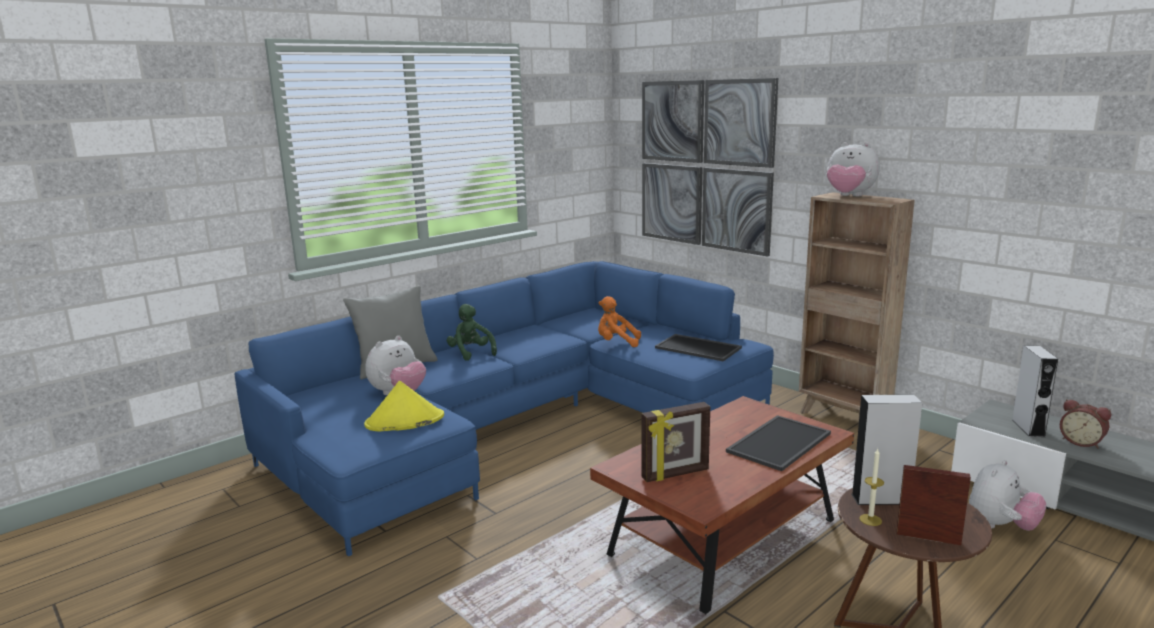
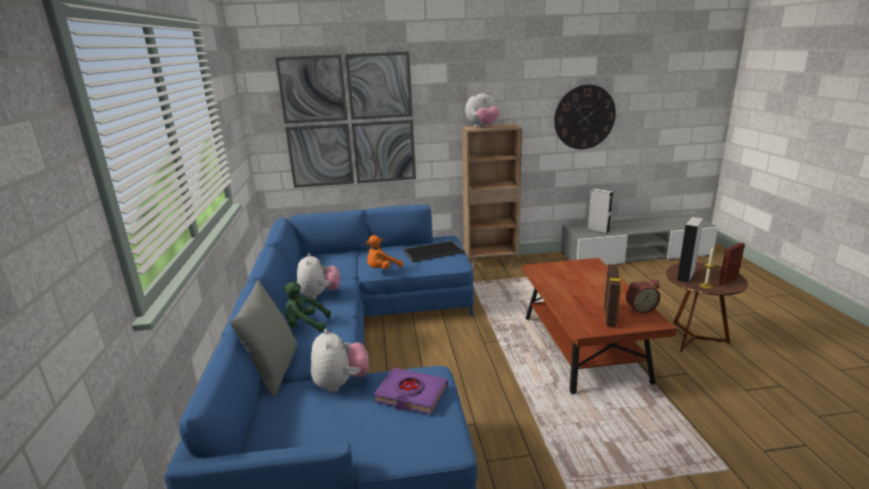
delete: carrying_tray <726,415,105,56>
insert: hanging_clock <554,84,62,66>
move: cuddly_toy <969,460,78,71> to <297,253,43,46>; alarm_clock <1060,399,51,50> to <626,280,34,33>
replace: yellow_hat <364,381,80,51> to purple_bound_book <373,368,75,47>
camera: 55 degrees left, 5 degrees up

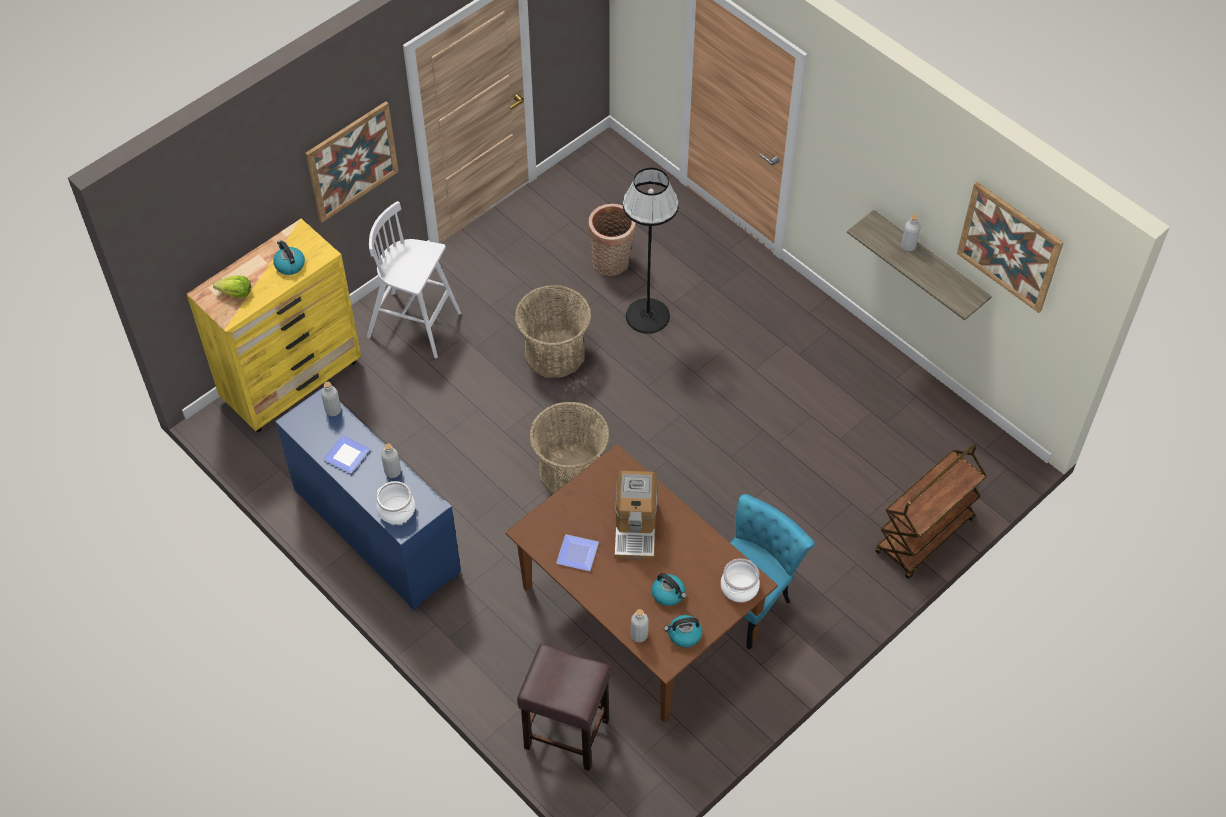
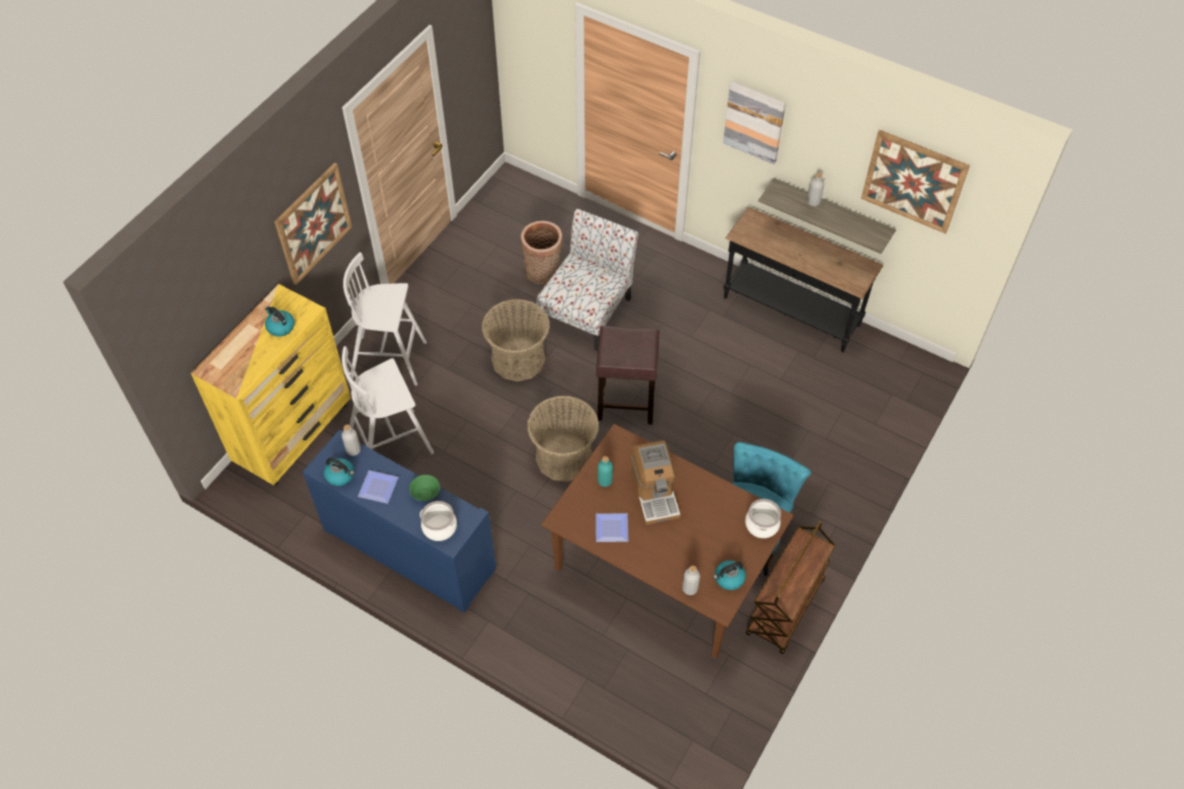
delete: head_of_lettuce <213,275,38,23>
insert: white-coloured_stool_seat <342,346,92,108>; turquoise_beverage_bottle <598,456,15,31>; wall_art <723,82,63,82>; black-coloured_hall_table <723,207,160,145>
move: tea_kettle <652,573,34,33> to <324,458,30,28>; brownish_stool_seat <517,644,93,127> to <596,326,63,98>; brownish_cart <875,444,112,135> to <746,520,90,134>
replace: grey_beverage_bottle <381,444,20,34> to green_bowl <409,475,31,26>; black-coloured_standing_lamp <623,168,56,166> to upright_chair <536,209,102,142>
camera: 15 degrees left, 0 degrees up

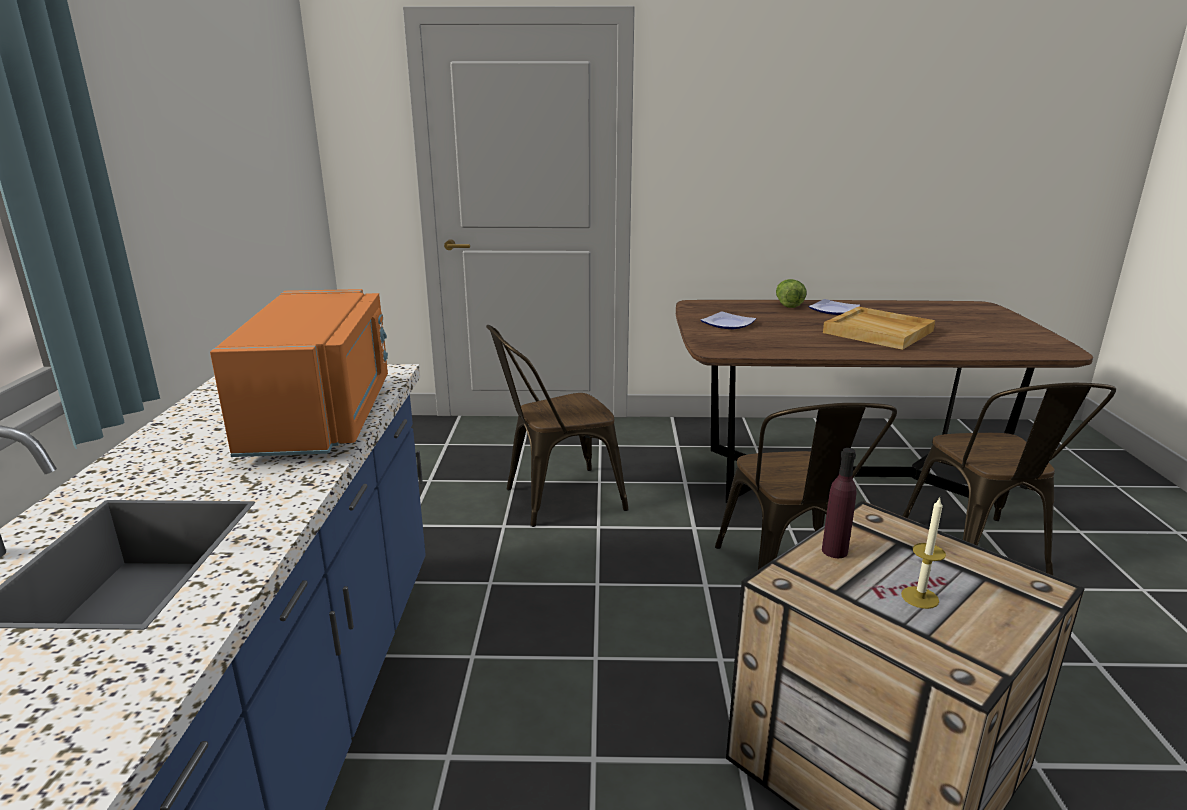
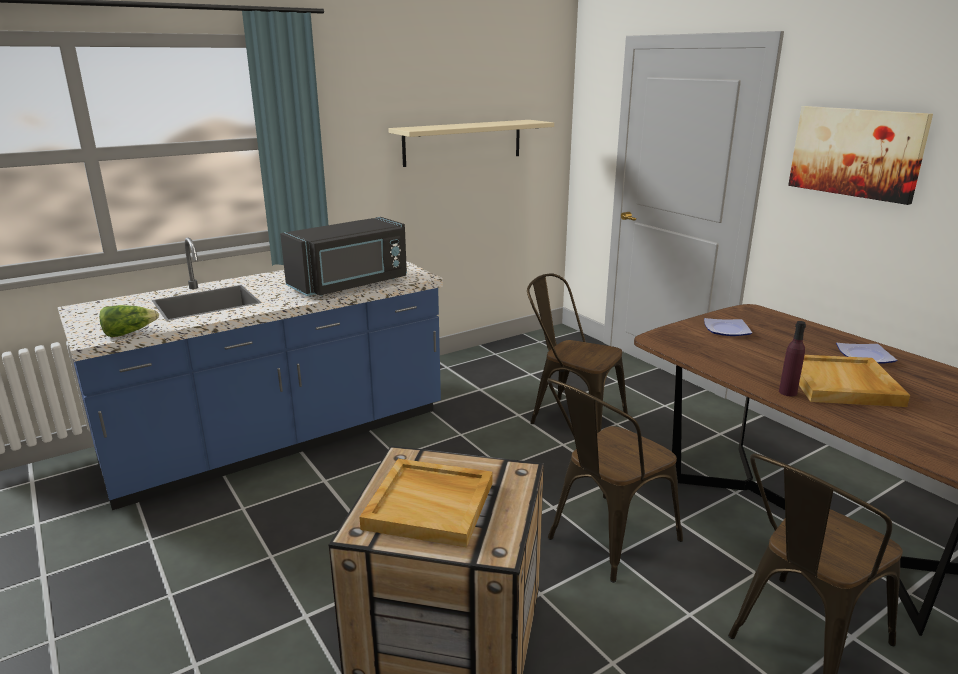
insert: beige_bracket_shelf <388,120,166,47>; wall_art <788,106,145,99>
move: head_of_lettuce <776,279,30,29> to <99,305,60,32>; purple_beverage_bottle <822,448,34,110> to <779,321,27,76>
replace: wax_candle <901,498,45,111> to beige_carrying_tray <360,459,132,88>
recolor: orange_microwave_oven <210,289,178,168> to black-coloured_microwave_oven <280,217,127,79>
camera: 55 degrees right, 0 degrees up

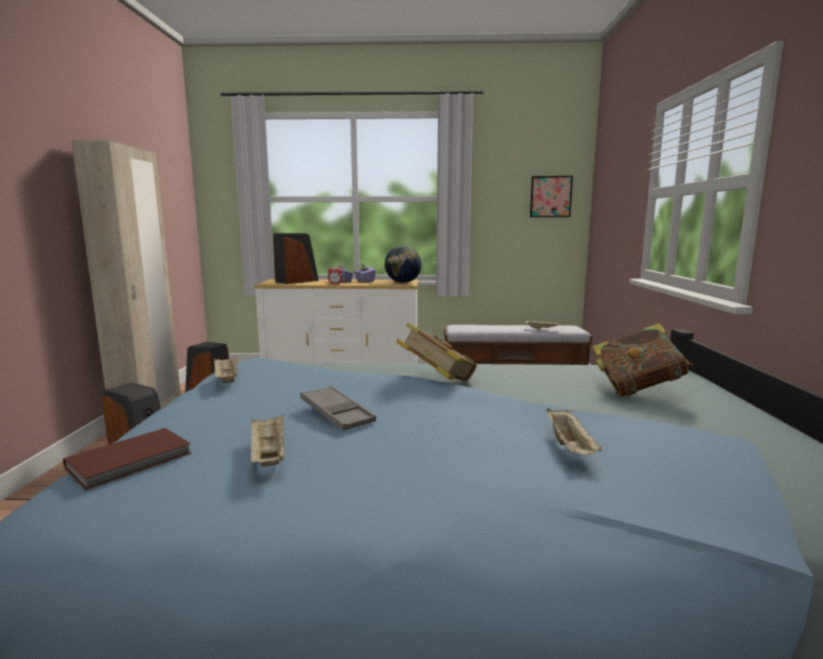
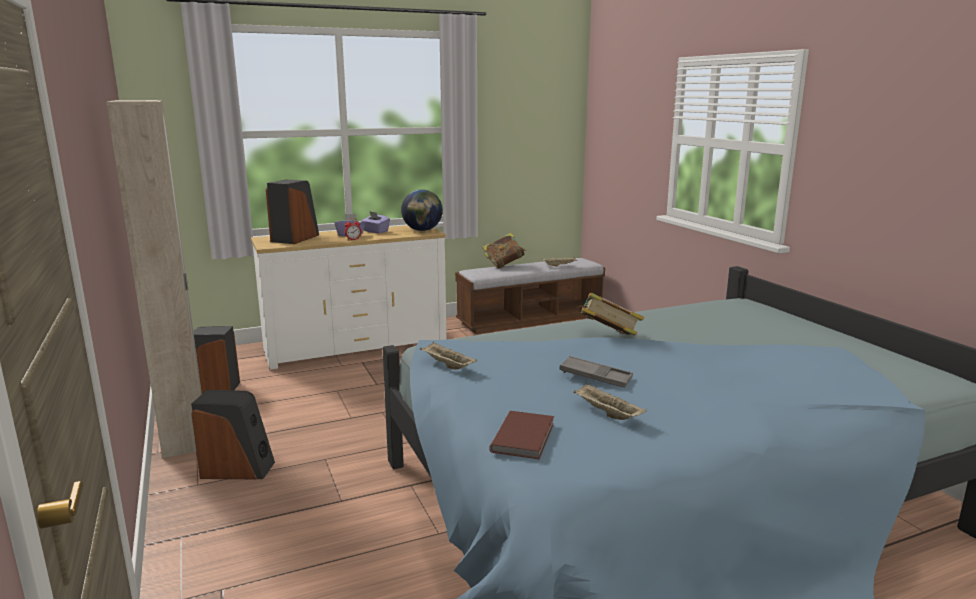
delete: wall_art <530,176,43,41>; beige_carrying_tray <546,408,56,47>
move: bound_book <592,323,100,74> to <482,233,44,36>
camera: 25 degrees left, 5 degrees up

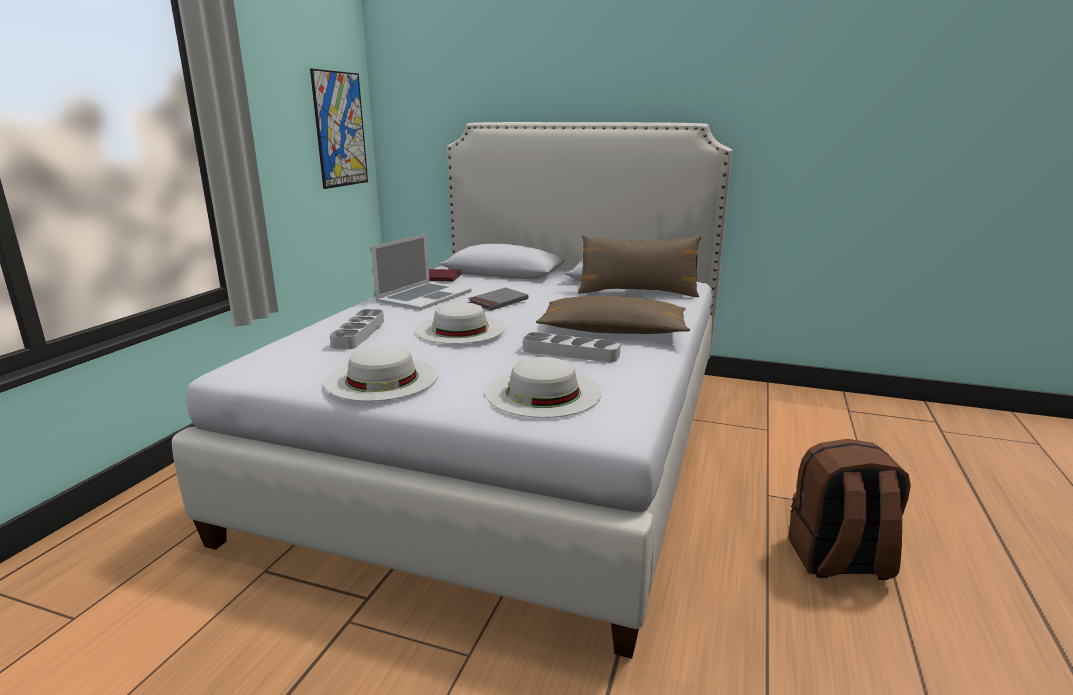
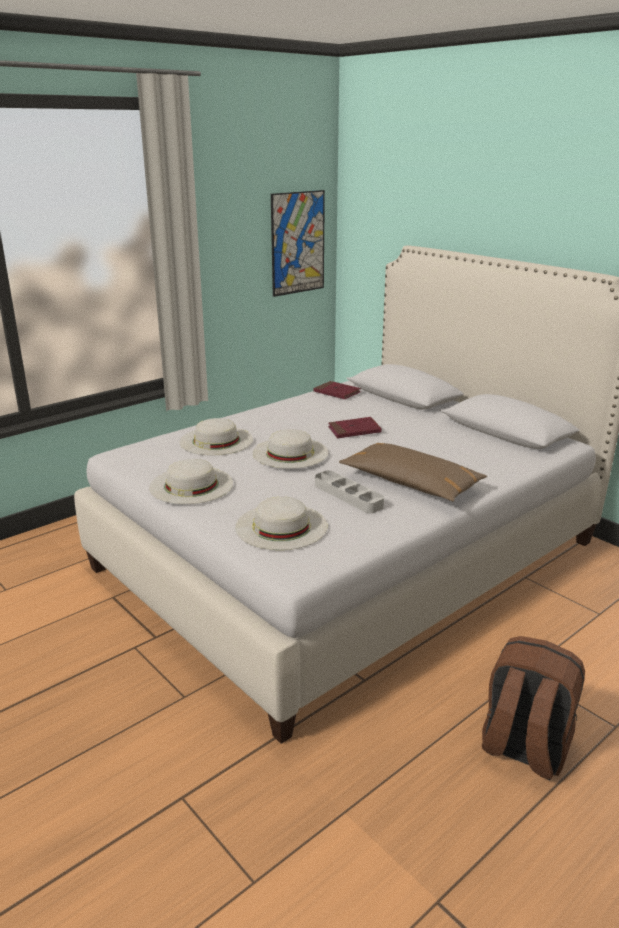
delete: notebook_computer <371,234,101,76>; brownish_cushion <578,235,123,62>
replace: grey_carrying_tray <330,309,54,40> to white-coloured_hat <179,418,74,37>
recolor: grey_bound_book <468,287,60,24> to reddish_bound_book <328,417,54,21>
camera: 30 degrees right, 5 degrees up

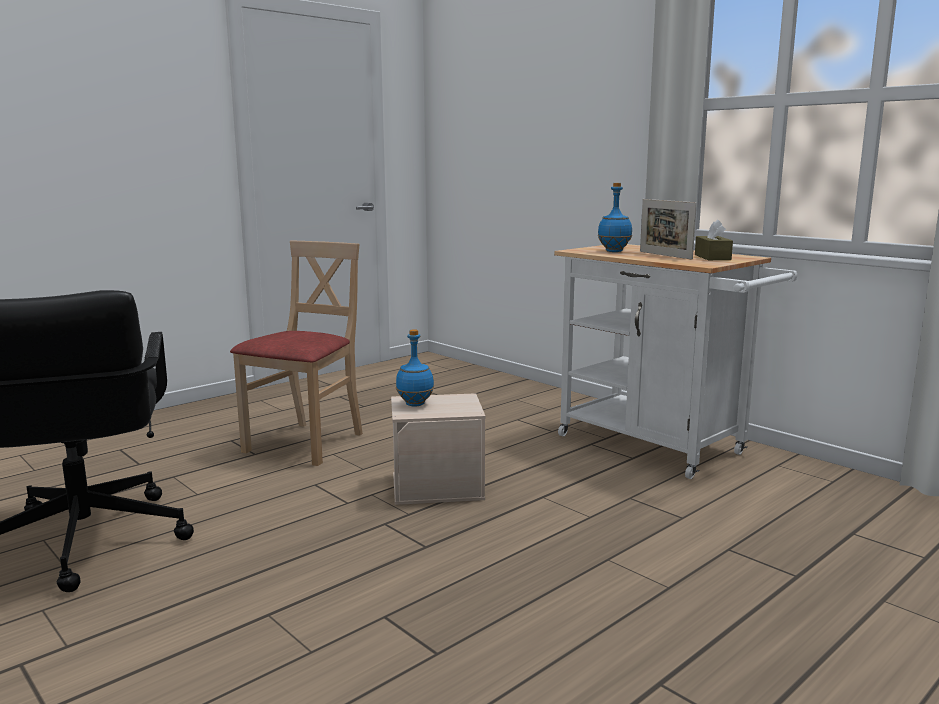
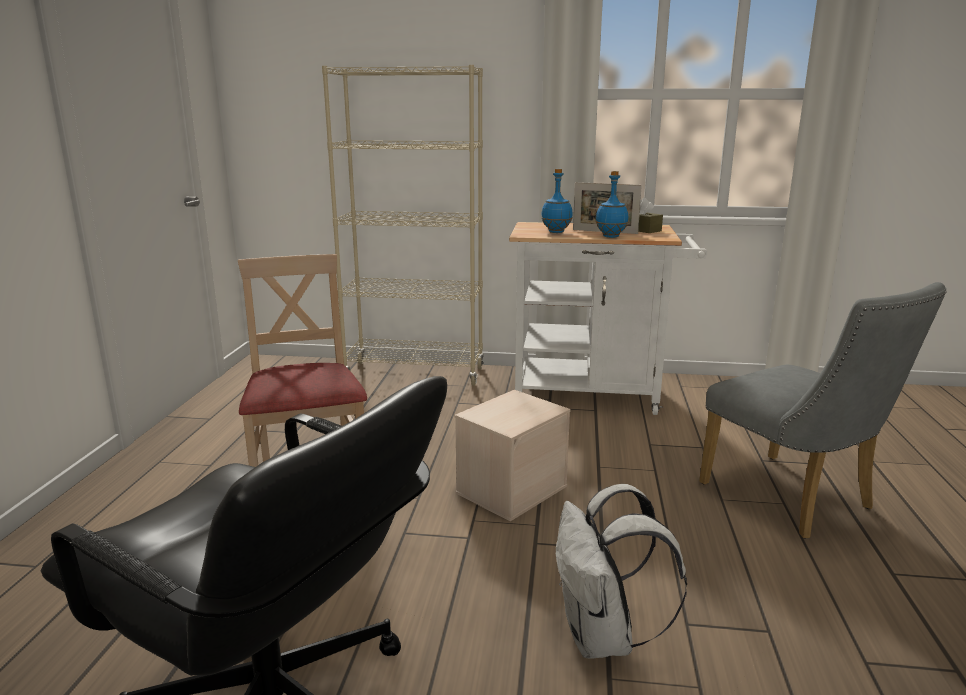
insert: beige_shelving_unit <322,65,162,321>; white-coloured_knapsack <556,484,131,175>; grey_upright_chair <699,282,248,257>
move: blue-coloured_beverage_bottle <396,329,38,77> to <596,171,32,67>
camera: 40 degrees left, 5 degrees up

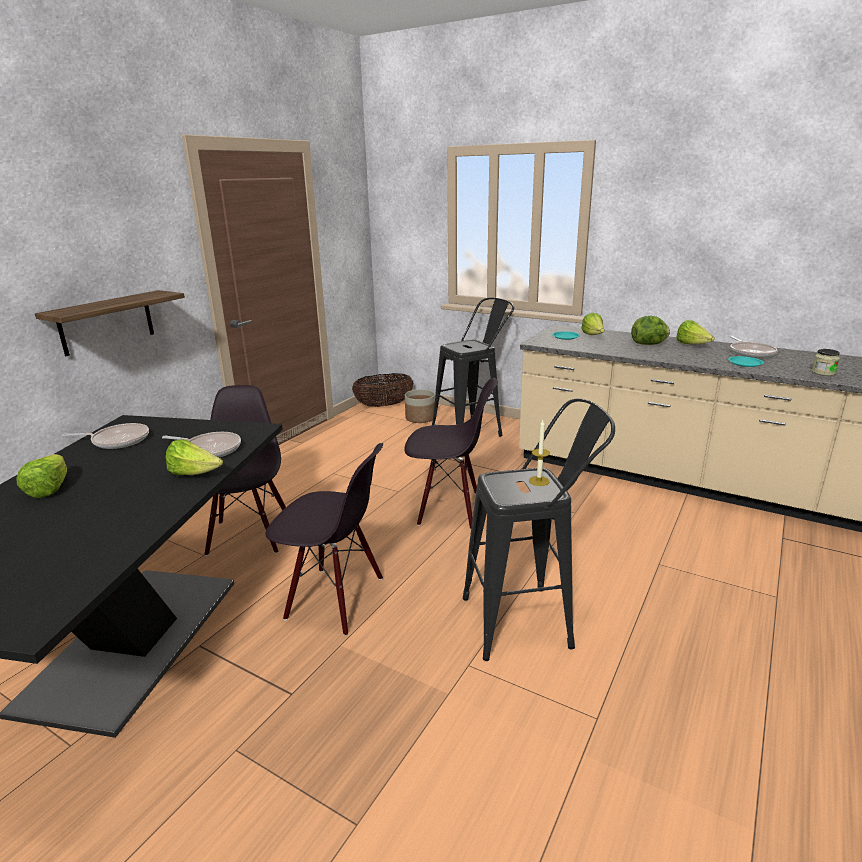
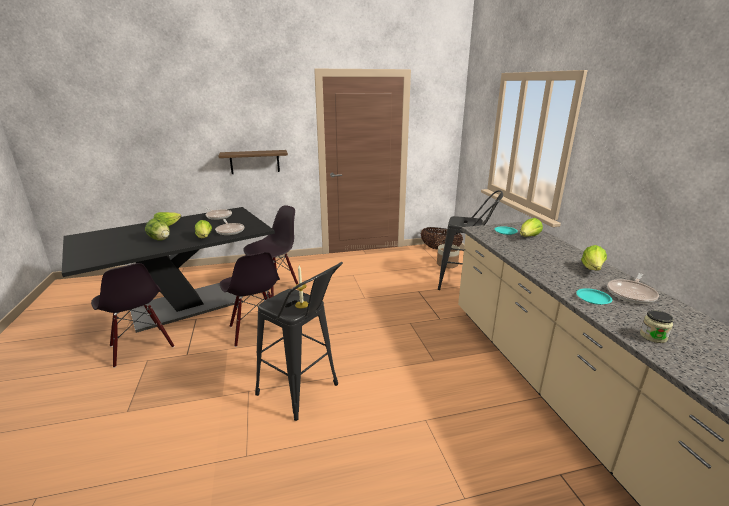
move: black-coloured_upright_chair <404,378,94,152> to <91,263,84,105>; head_of_lettuce <631,316,39,29> to <145,218,25,23>
camera: 45 degrees right, 0 degrees up

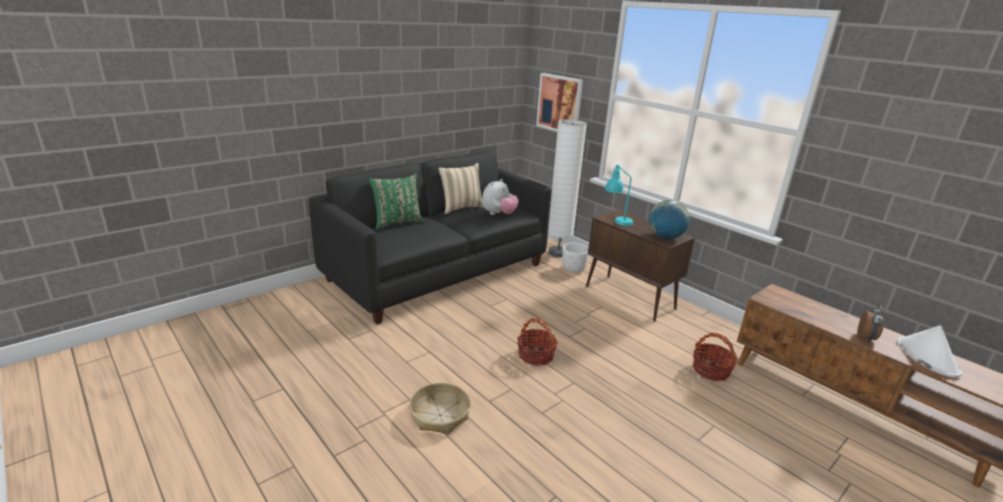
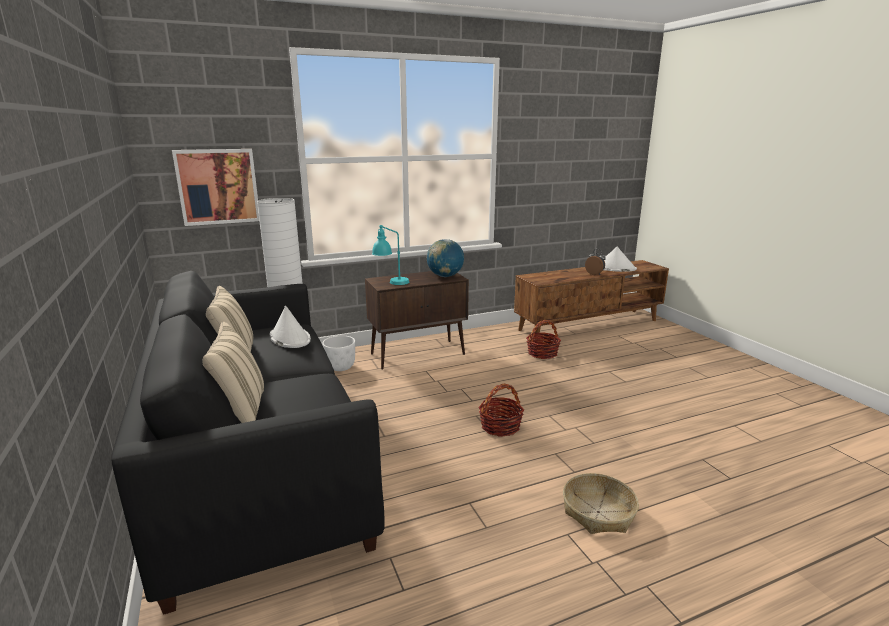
replace: cuddly_toy <482,179,36,36> to white-coloured_hat <270,306,41,42>
recolor: green_cushion <369,173,55,56> to beige_cushion <202,322,62,101>
camera: 70 degrees left, 5 degrees down

